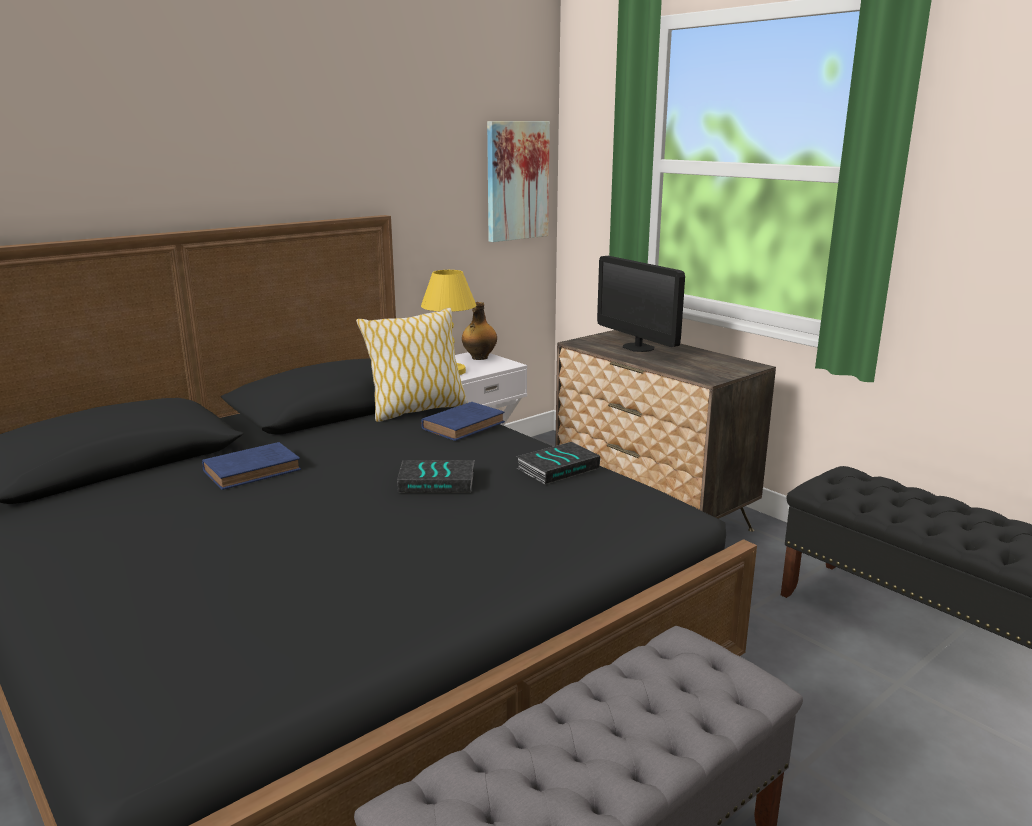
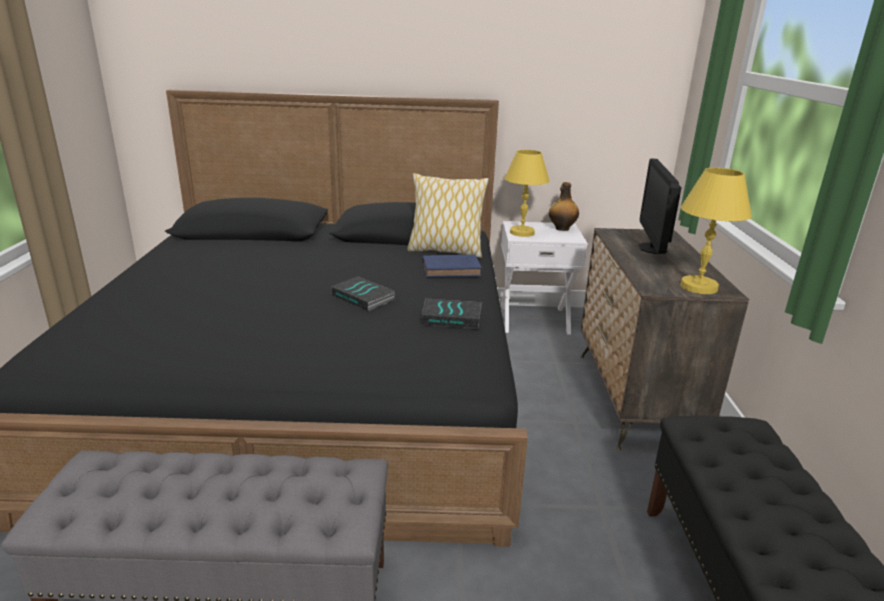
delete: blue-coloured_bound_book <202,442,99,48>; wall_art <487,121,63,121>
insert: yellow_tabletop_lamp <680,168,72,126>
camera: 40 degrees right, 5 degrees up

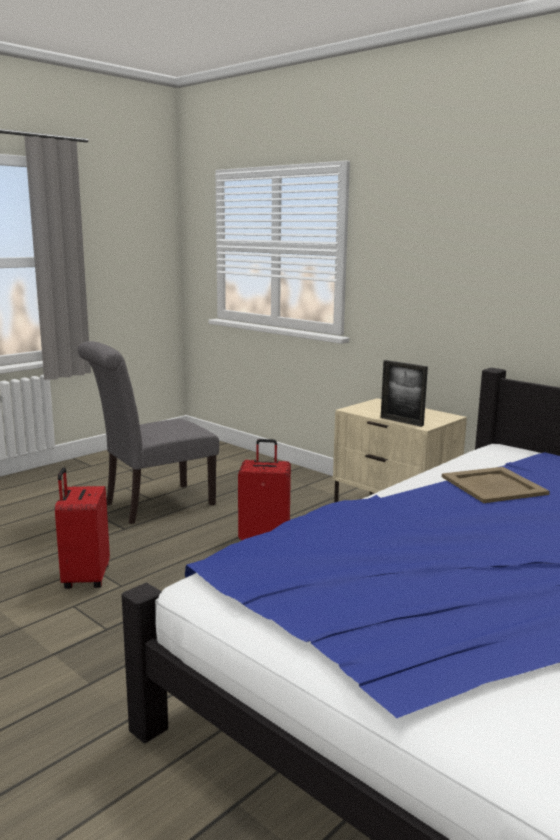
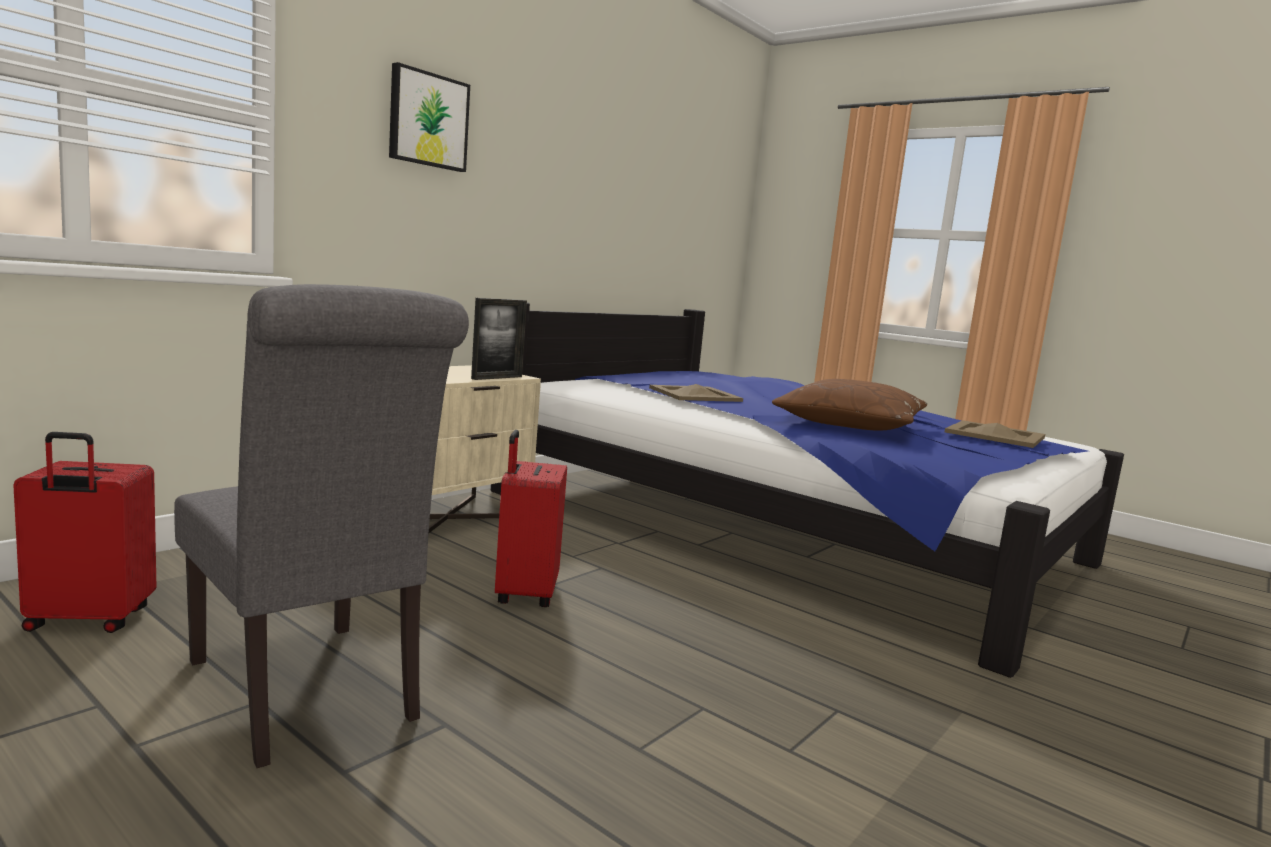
insert: wall_art <389,62,81,110>; brownish_cushion <772,379,155,52>; beige_carrying_tray <945,420,100,28>
move: reddish_suitcase <55,468,55,121> to <13,432,144,201>
camera: 95 degrees left, 5 degrees down

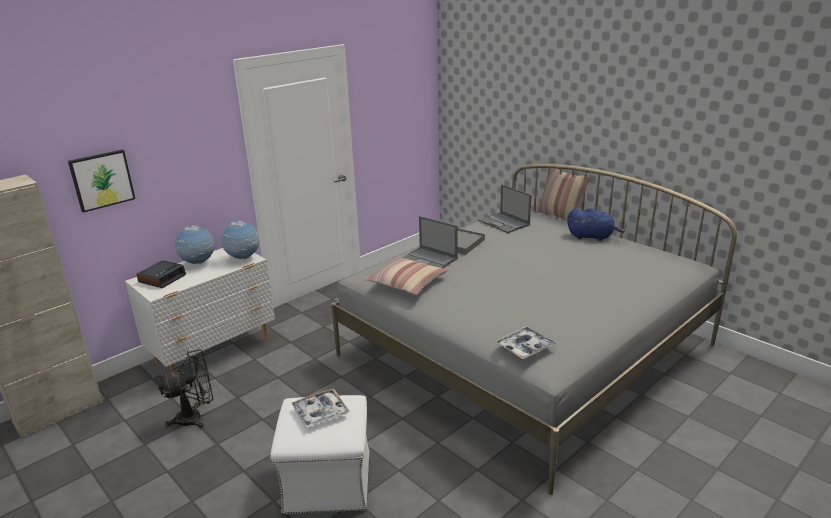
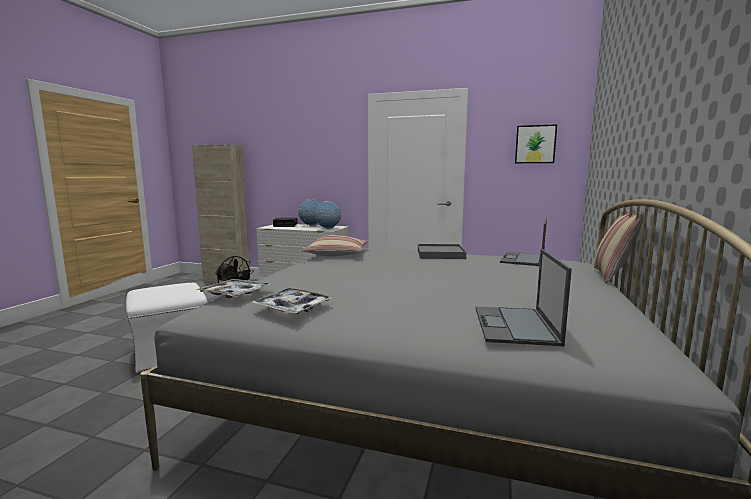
delete: blue-coloured_cuddly_toy <567,208,58,33>
move: carrying_tray <291,388,59,40> to <252,288,80,26>; notebook_computer <402,216,56,52> to <475,249,97,97>; wall_art <68,150,67,63> to <515,124,42,39>
camera: 60 degrees right, 15 degrees down

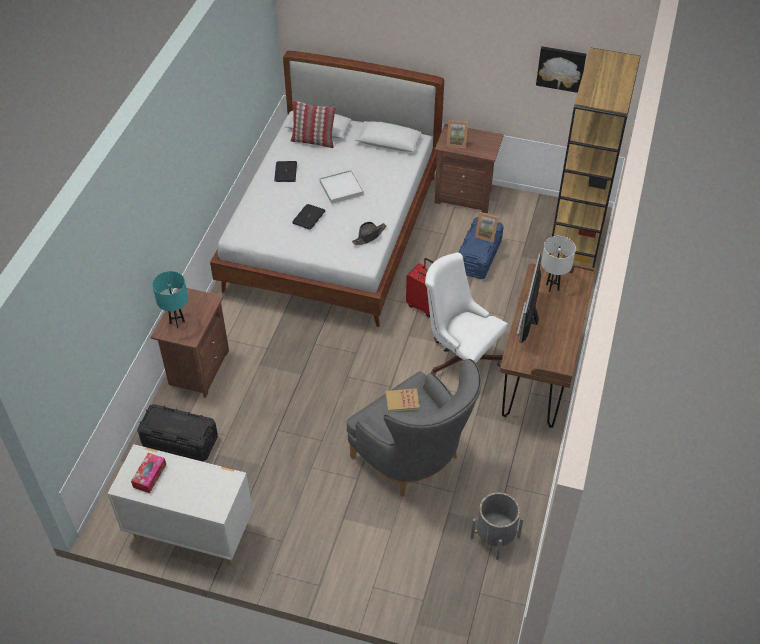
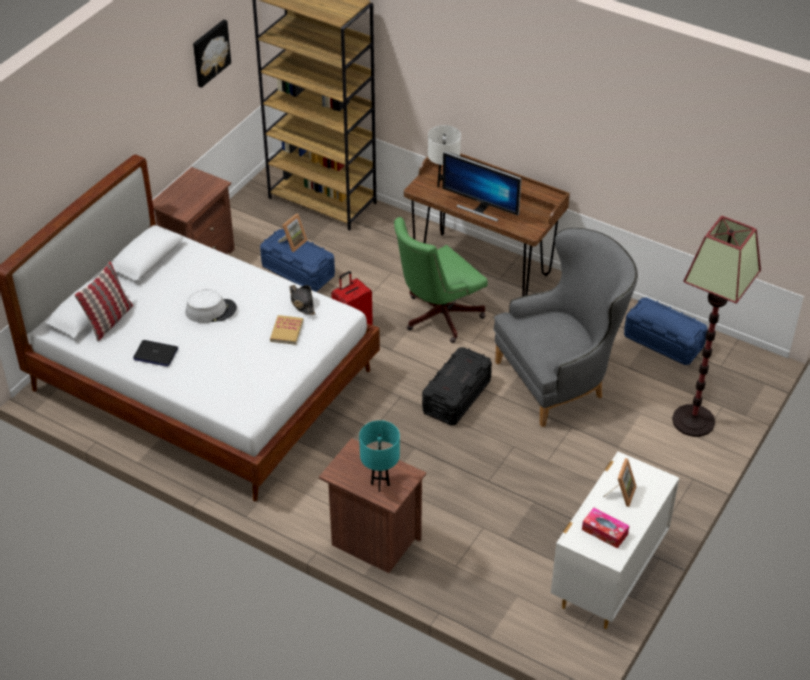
delete: notebook_computer <292,204,33,26>
insert: standing_lamp <672,216,89,221>
move: bound_book <386,388,34,24> to <270,315,33,30>; black-coloured_storage_bin <137,404,81,57> to <422,347,70,79>; picture_frame <447,121,21,27> to <603,458,34,49>
replace: white-coloured_carrying_tray <320,170,44,34> to grey_hat <186,289,51,34>; grey_planter <470,492,54,68> to blue-coloured_storage_bin <624,297,84,68>
recolor: white-coloured_computer_chair <425,252,83,123> to green_computer_chair <394,217,94,126>
camera: 75 degrees left, 5 degrees down

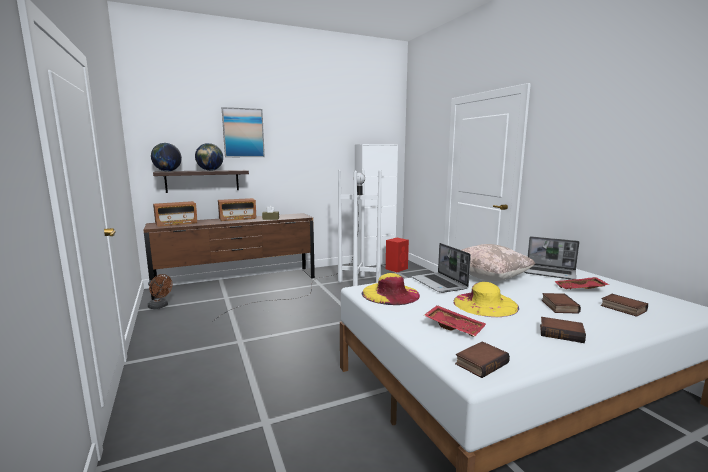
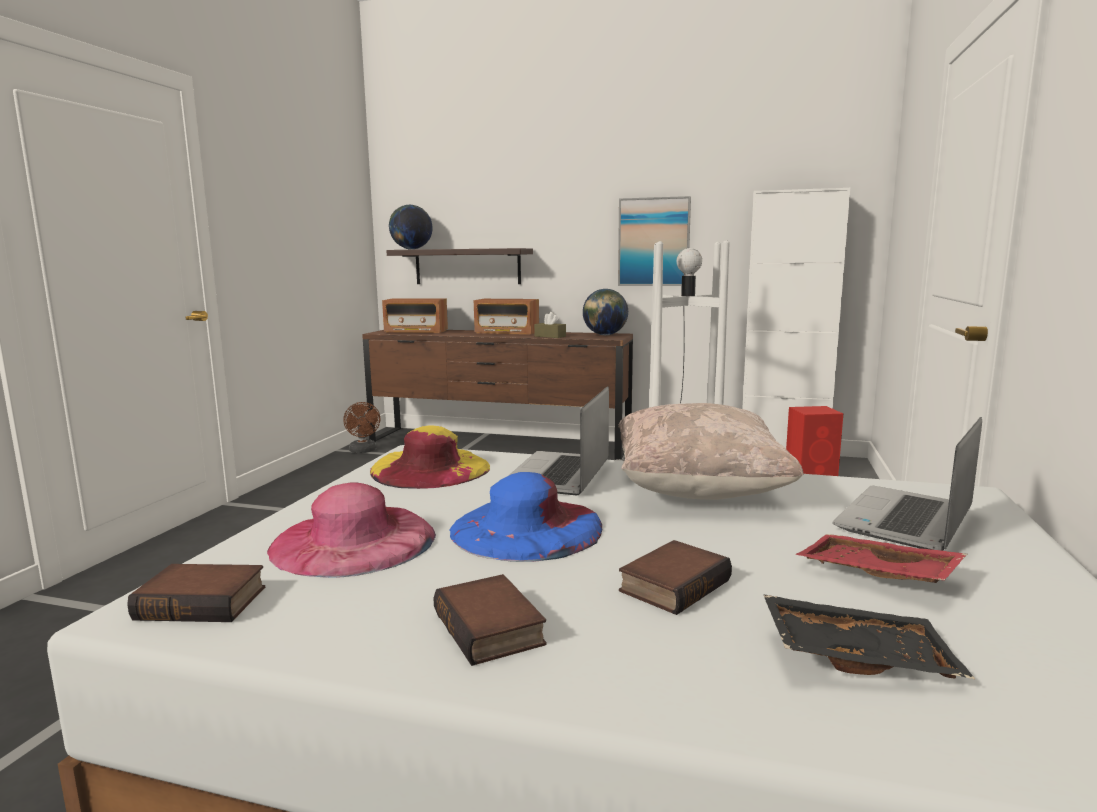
move: desk_globe <195,143,28,28> to <583,289,45,46>; wall_art <221,107,44,50> to <618,196,73,90>
replace: reddish_carrying_tray <424,305,62,32> to pink_hat <267,482,169,96>; bound_book <601,294,47,23> to black-coloured_carrying_tray <764,595,211,84>
recolor: yellow_hat <454,282,65,35> to blue-coloured_hat <449,472,153,90>
rotate: notebook_computer <524,236,55,44> = <833,417,149,134> 60 degrees clockwise
camera: 40 degrees right, 0 degrees up

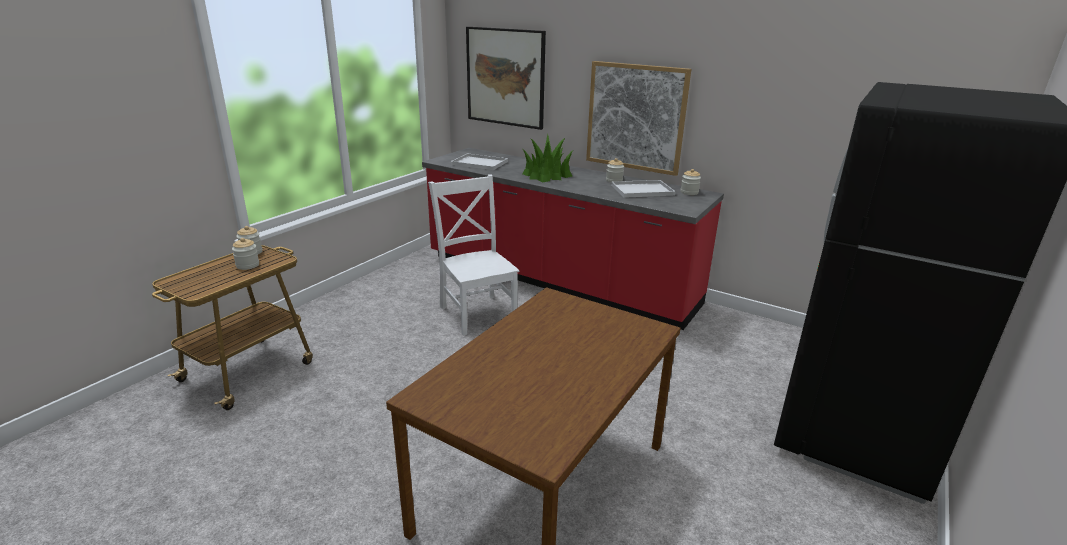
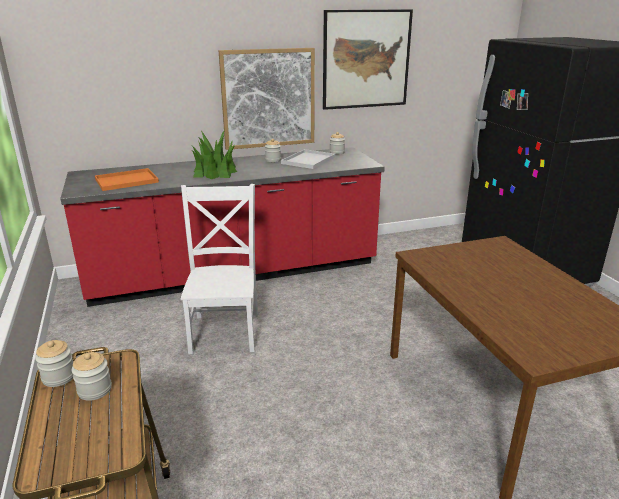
move: wall_art <466,27,80,103> to <323,9,90,101>
recolor: white-coloured_carrying_tray <451,153,57,17> to orange_carrying_tray <95,168,64,23>
rotate: white-coloured_upright_chair <428,174,92,162> = <181,184,77,170> 75 degrees clockwise
camera: 50 degrees left, 0 degrees up

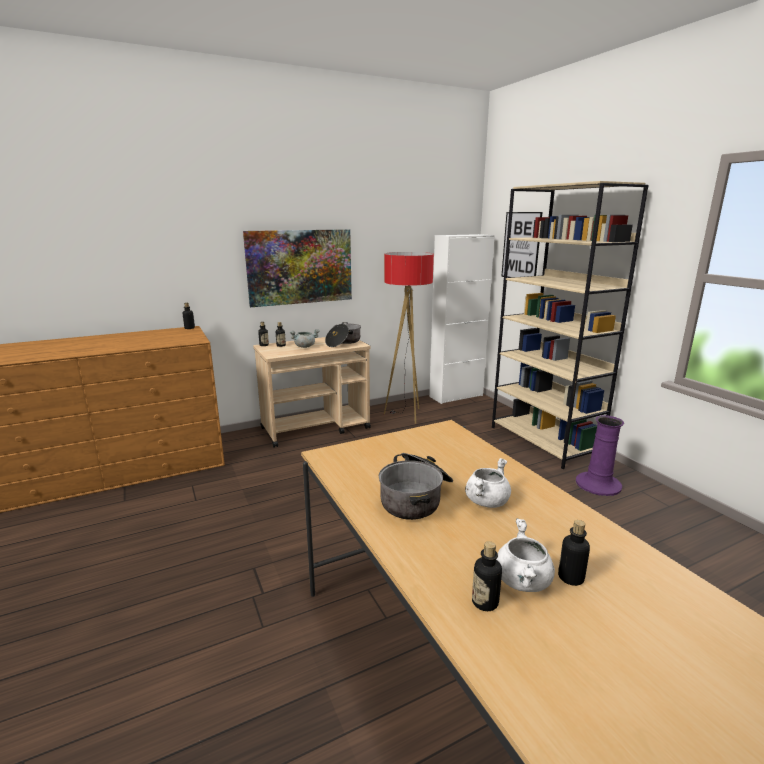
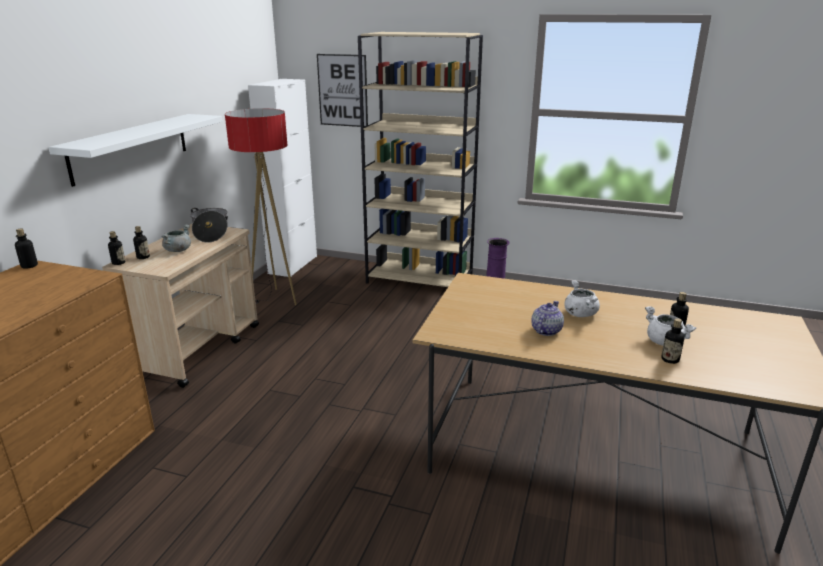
replace: wall_art <243,229,109,78> to white-coloured_bracket_shelf <48,114,175,73>; stockpot <379,453,74,67> to teapot <531,301,33,35>
camera: 45 degrees left, 5 degrees up

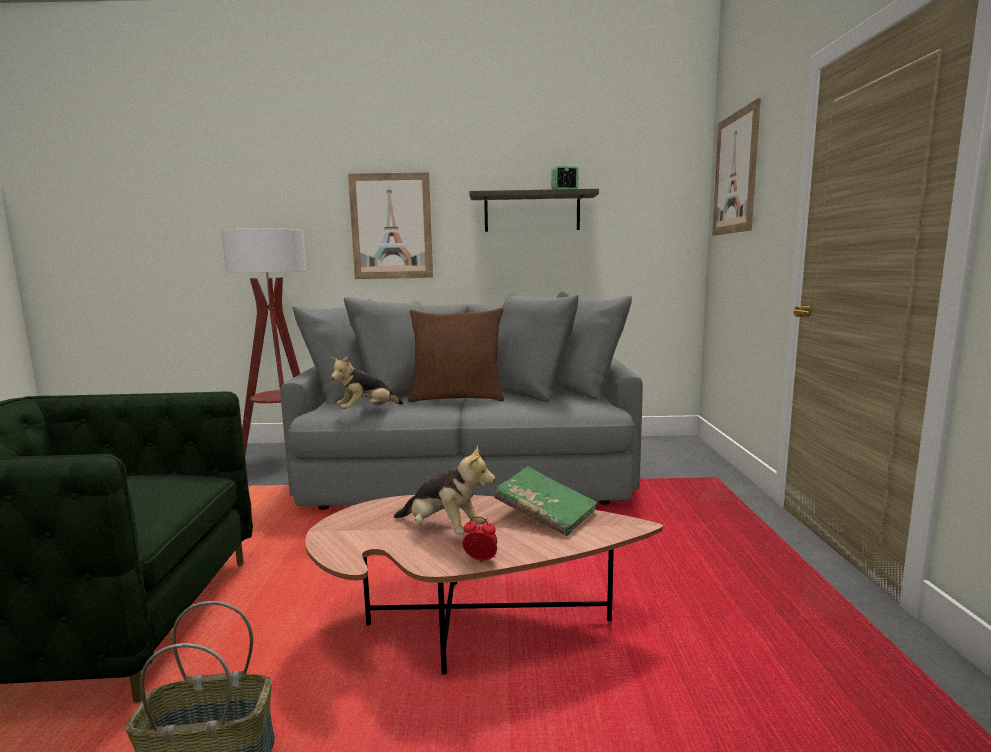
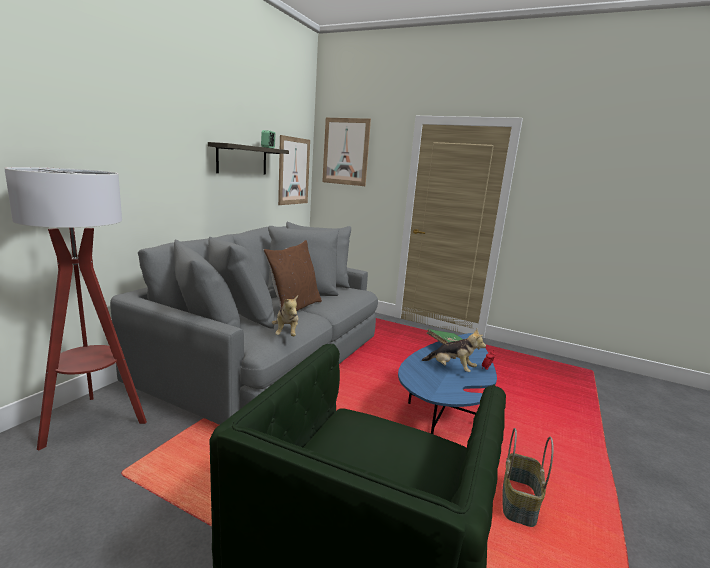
move: wall_art <348,172,85,107> to <278,135,32,70>
recolor: brownish_coffee_table <305,495,358,180> to blue-coloured_coffee_table <398,333,99,101>
rotate: cuddly_toy <394,445,102,90> = <421,329,65,43> 60 degrees clockwise
camera: 65 degrees left, 5 degrees up

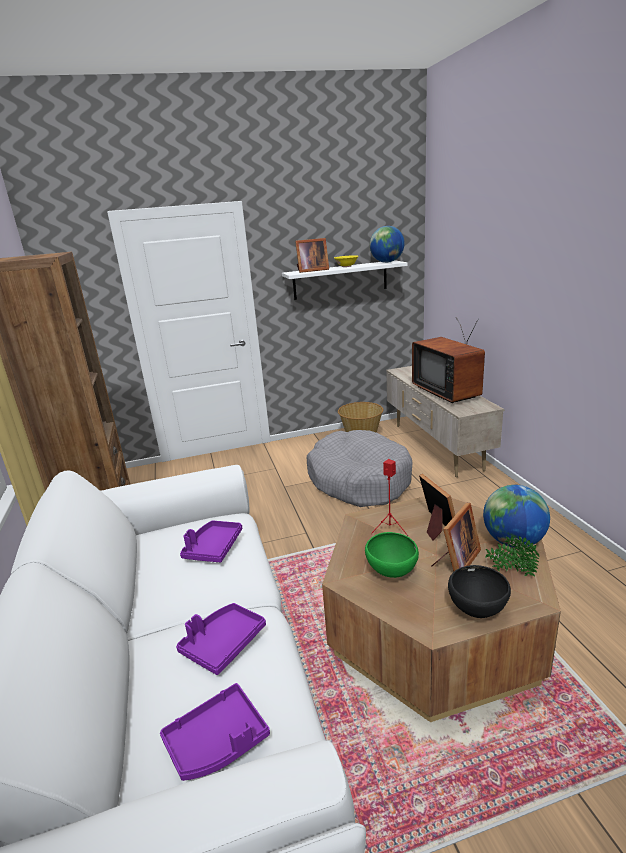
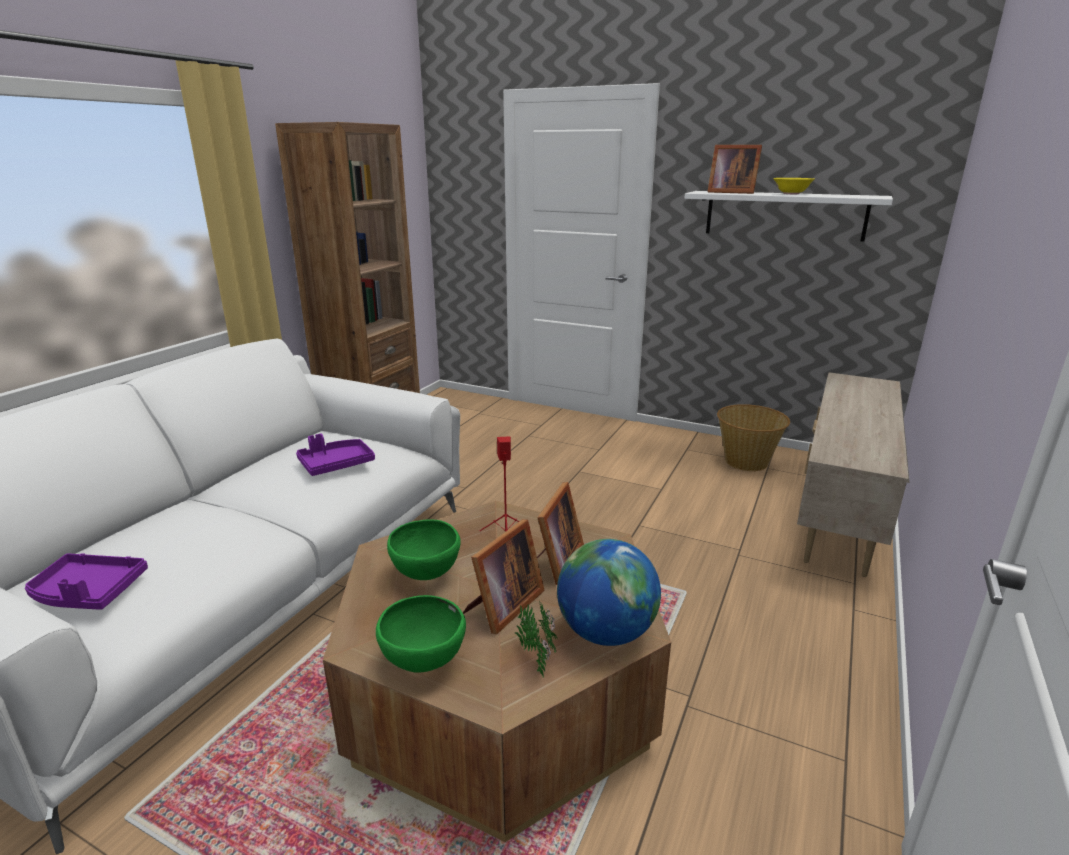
delete: purple_carrying_tray <176,603,90,72>; grey_pet_bed <307,430,105,77>; desk_globe <370,226,35,37>; TV <412,317,73,86>
recolor: black-coloured_bowl <448,565,63,53> to green_bowl <376,595,90,78>
rotate: picture_frame <431,503,50,68> = <463,519,82,115> 45 degrees counterclockwise
camera: 40 degrees right, 0 degrees up

